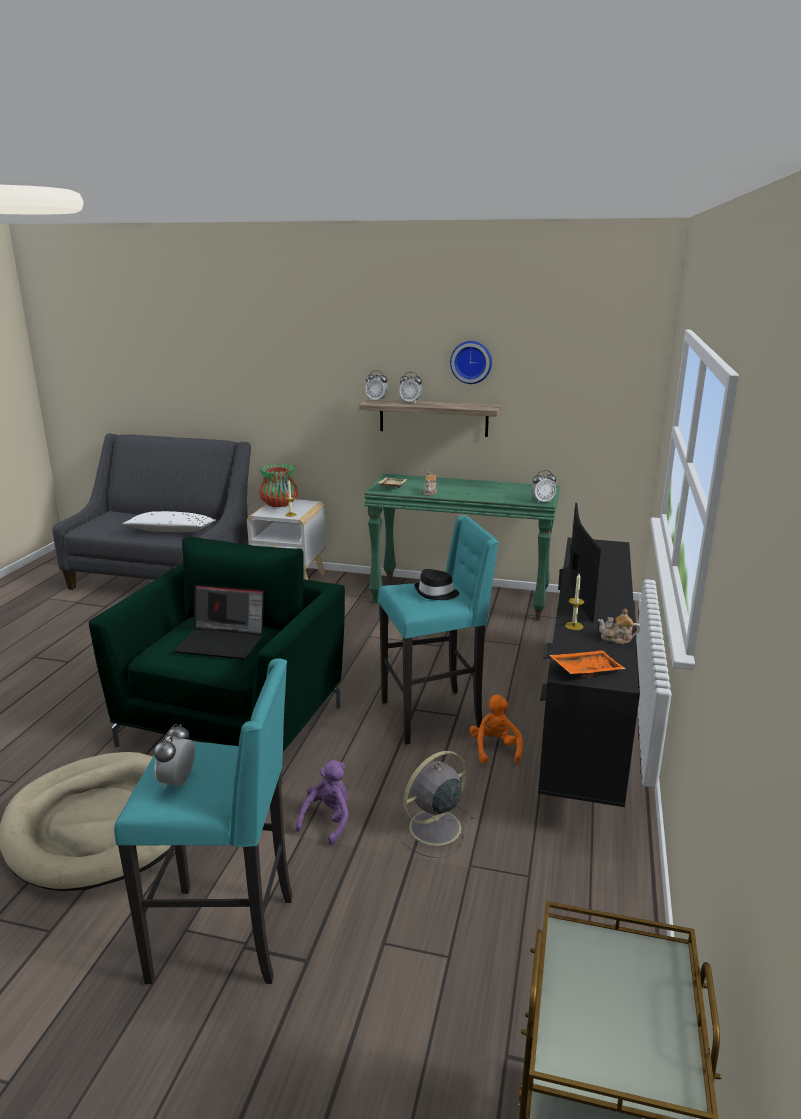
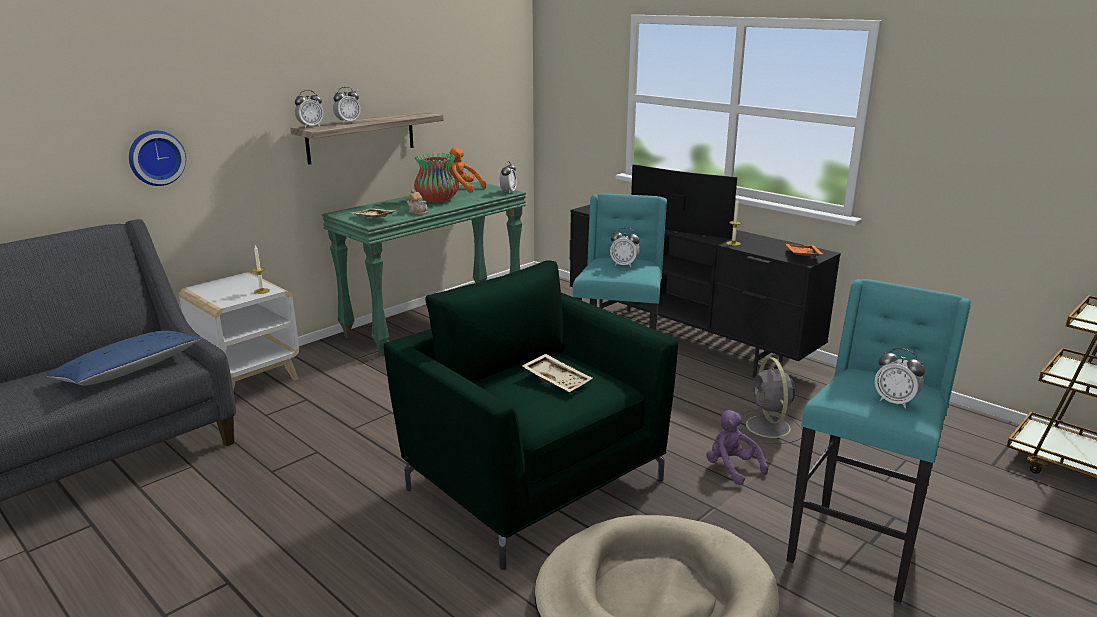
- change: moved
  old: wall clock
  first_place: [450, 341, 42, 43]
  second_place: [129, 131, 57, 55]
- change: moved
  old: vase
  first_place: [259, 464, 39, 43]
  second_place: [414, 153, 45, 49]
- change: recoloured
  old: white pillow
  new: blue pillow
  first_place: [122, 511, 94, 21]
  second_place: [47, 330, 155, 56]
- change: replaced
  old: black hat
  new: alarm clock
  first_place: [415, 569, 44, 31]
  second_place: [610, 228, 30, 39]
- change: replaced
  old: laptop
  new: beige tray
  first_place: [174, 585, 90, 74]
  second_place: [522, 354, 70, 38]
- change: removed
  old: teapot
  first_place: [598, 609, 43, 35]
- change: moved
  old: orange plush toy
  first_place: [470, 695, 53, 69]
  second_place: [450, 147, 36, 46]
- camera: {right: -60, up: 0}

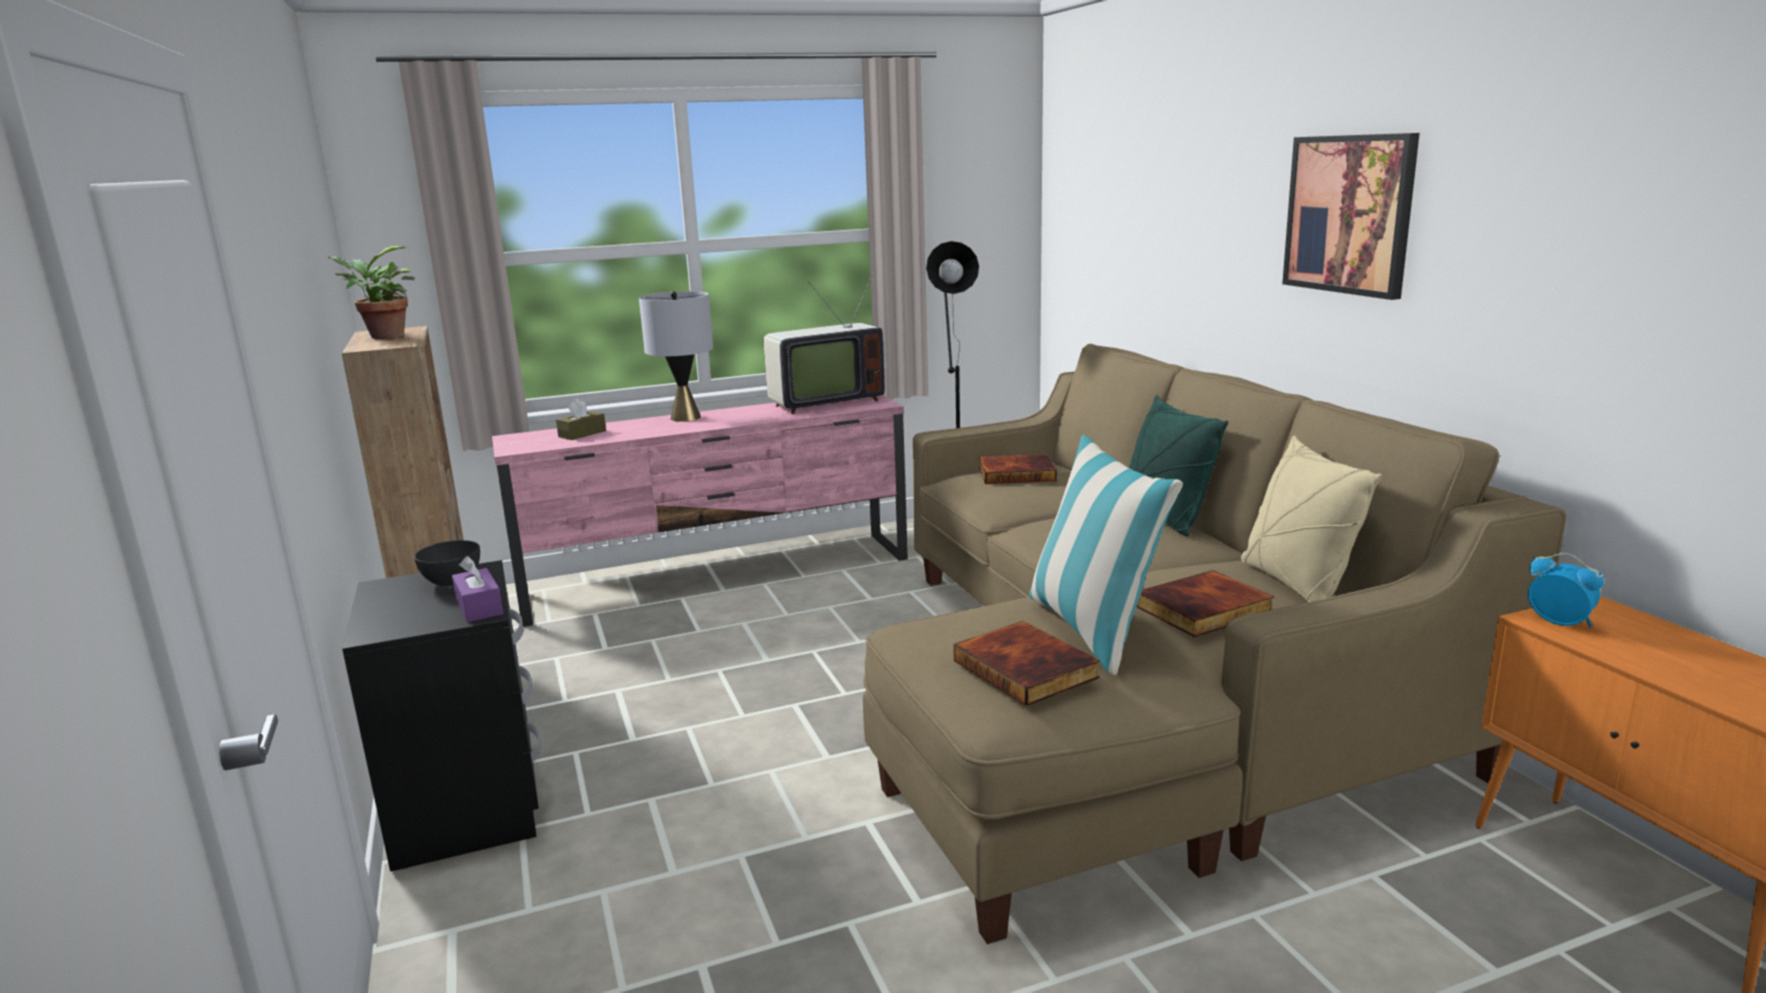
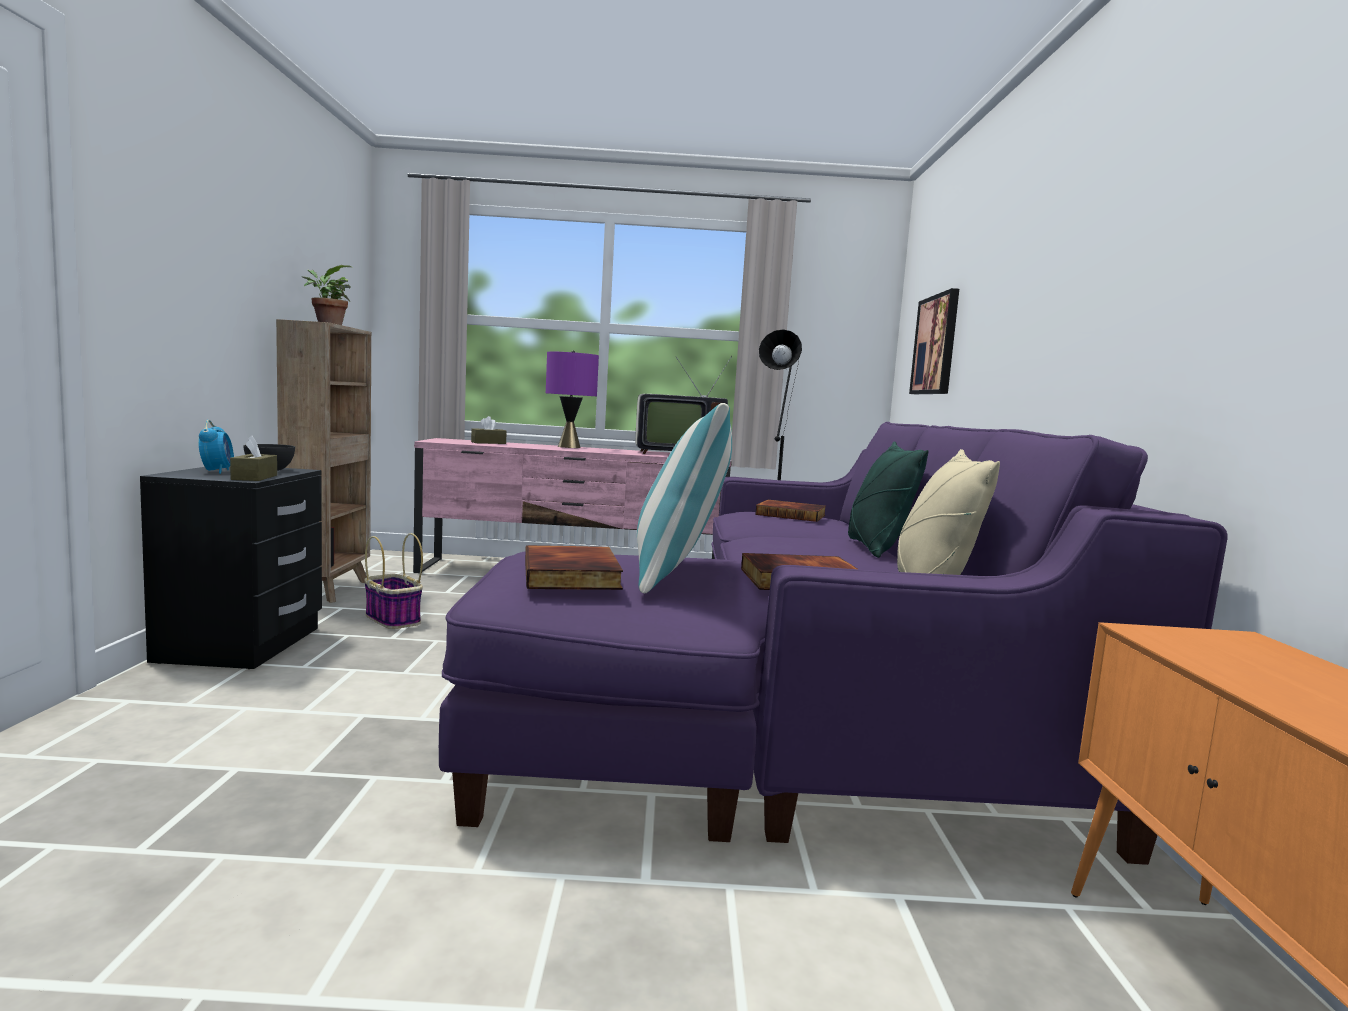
- change: moved
  old: picture
  first_place: [1282, 133, 138, 167]
  second_place: [909, 288, 50, 106]
- change: recoloured
  old: grey table lamp
  new: purple table lamp
  first_place: [639, 291, 74, 131]
  second_place: [546, 350, 53, 98]
- change: recoloured
  old: beige sofa
  new: purple sofa
  first_place: [863, 344, 704, 600]
  second_place: [439, 422, 789, 443]
- change: moved
  old: alarm clock
  first_place: [1528, 553, 76, 75]
  second_place: [198, 420, 36, 54]
- change: recoloured
  old: purple tissue box
  new: brown tissue box
  first_place: [452, 556, 51, 66]
  second_place: [230, 436, 47, 45]
- change: added
  new: basket
  second_place: [364, 533, 59, 96]
- camera: {right: 20, up: -10}

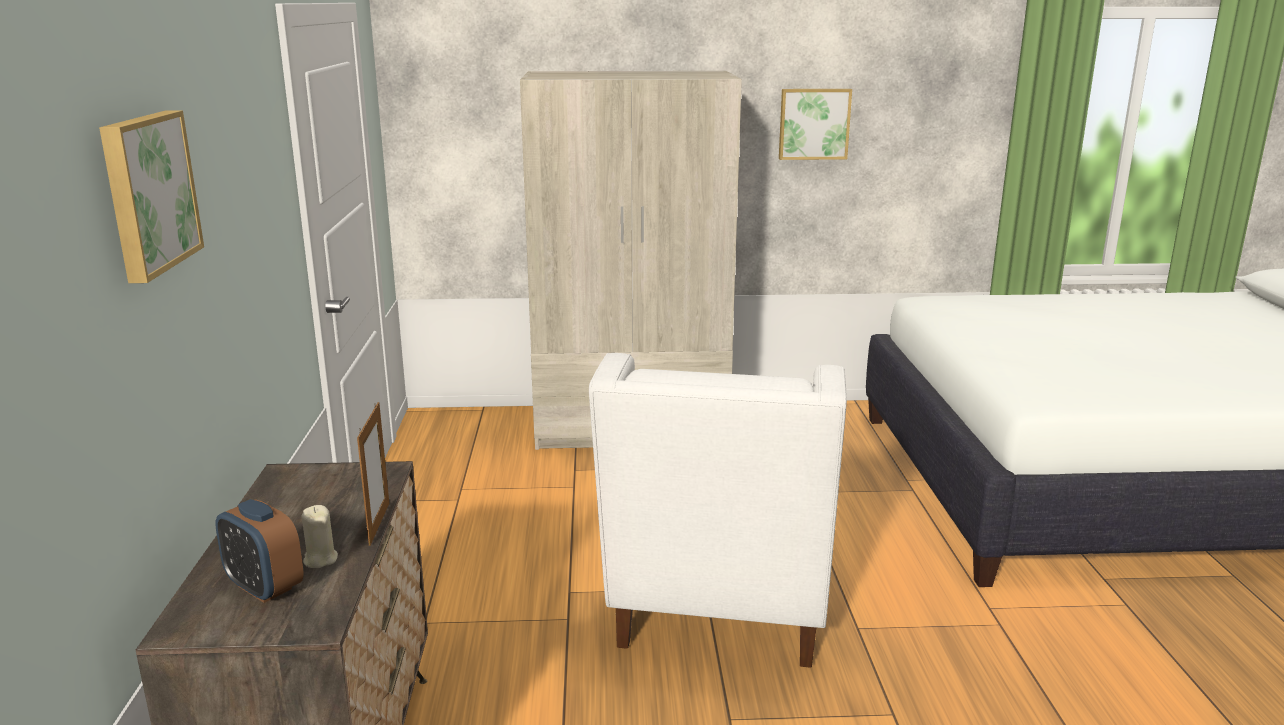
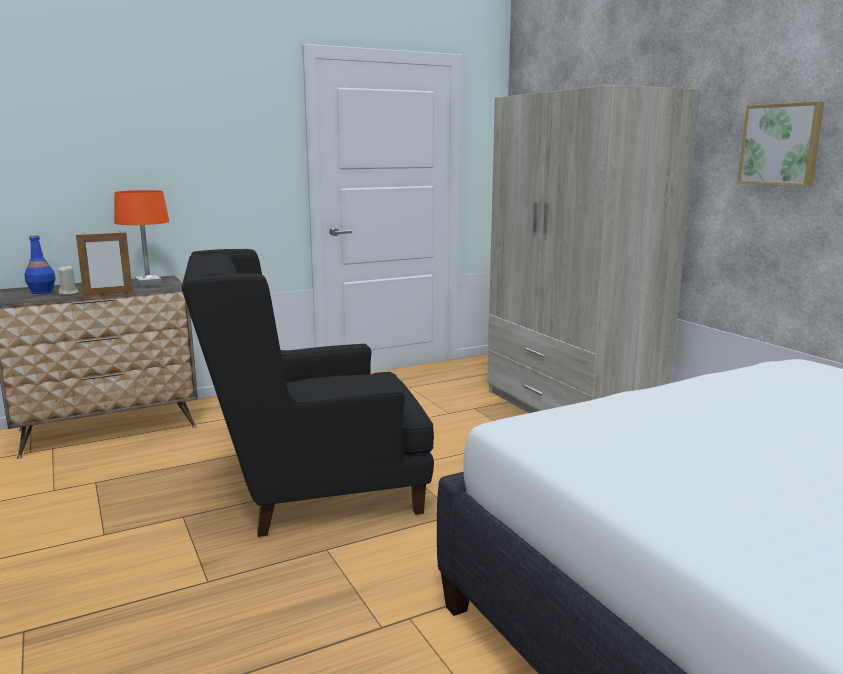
- change: removed
  old: picture
  first_place: [99, 110, 105, 173]
- change: recoloured
  old: white armchair
  new: black armchair
  first_place: [589, 353, 258, 315]
  second_place: [182, 249, 252, 288]
- change: replaced
  old: alarm clock
  new: blue bottle
  first_place: [215, 499, 89, 104]
  second_place: [24, 234, 32, 60]
- change: added
  new: orange table lamp
  second_place: [114, 190, 55, 98]
- camera: {right: 65, up: -5}

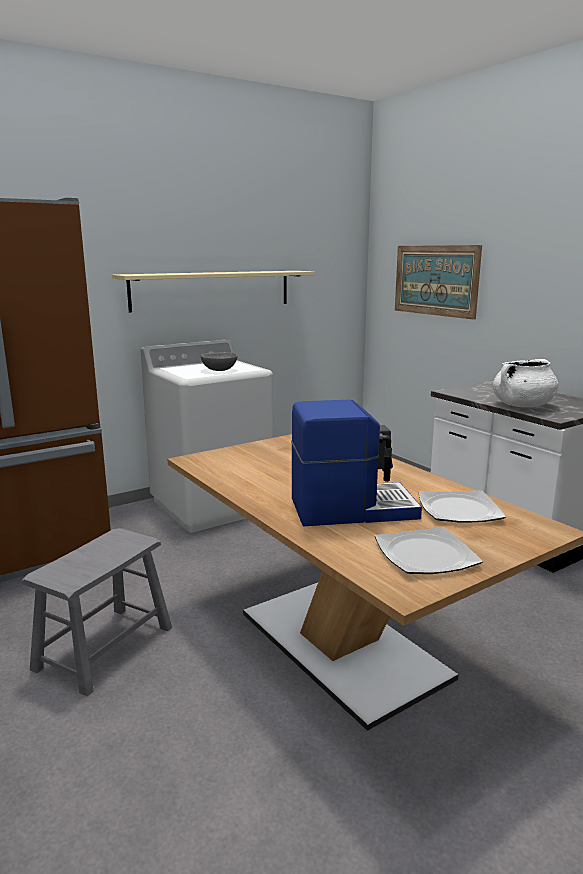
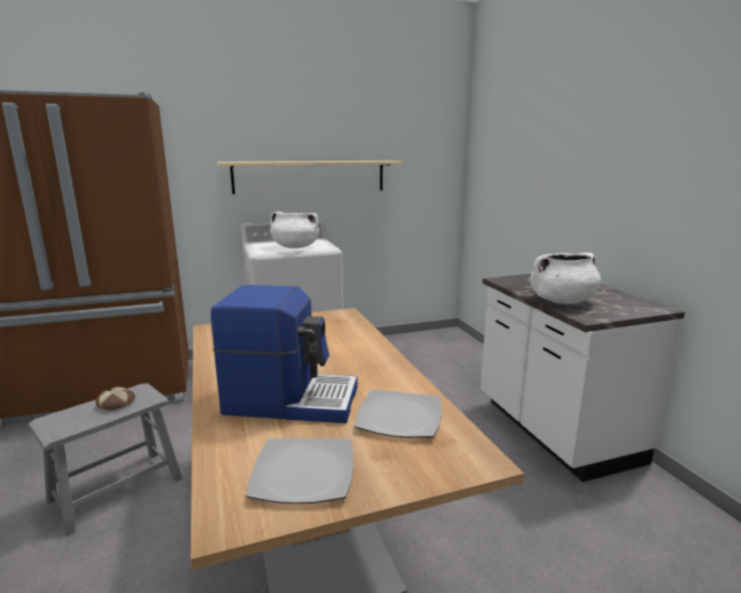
- change: removed
  old: picture
  first_place: [395, 245, 87, 75]
- change: replaced
  old: grey bowl
  new: white cooking pot
  first_place: [201, 352, 37, 19]
  second_place: [270, 211, 49, 37]
- change: added
  new: bread
  second_place: [96, 387, 39, 24]
- camera: {right: 15, up: 0}

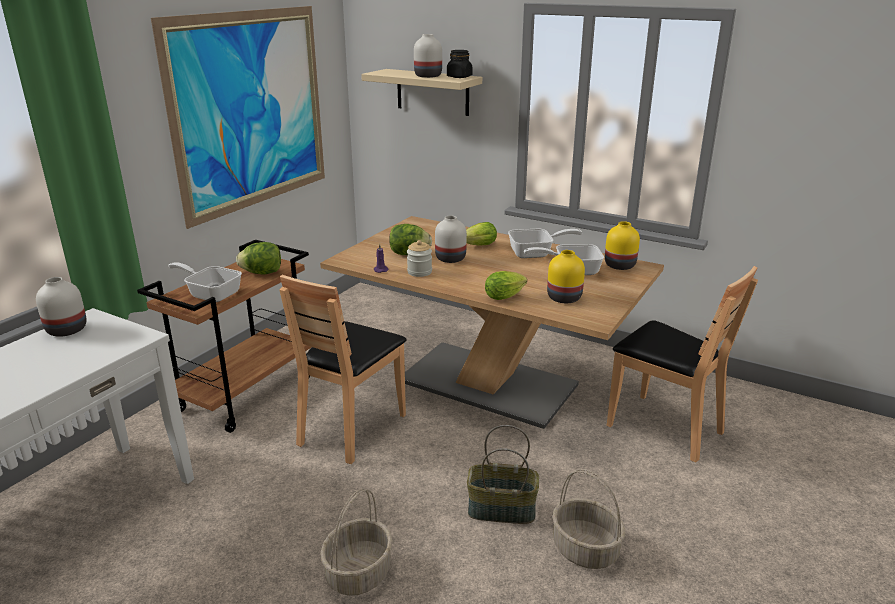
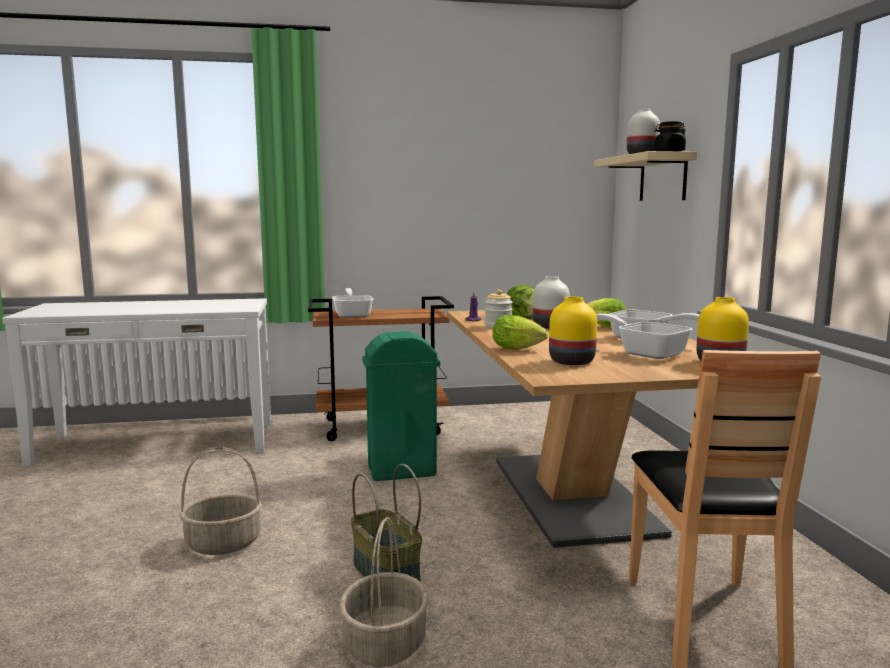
- change: removed
  old: picture
  first_place: [151, 6, 174, 223]
- change: removed
  old: lettuce
  first_place: [236, 242, 45, 33]
- change: replaced
  old: brown chair
  new: green trash can
  first_place: [279, 275, 128, 189]
  second_place: [362, 331, 78, 150]
- change: removed
  old: white vase
  first_place: [36, 277, 51, 60]
- camera: {right: 50, up: -15}

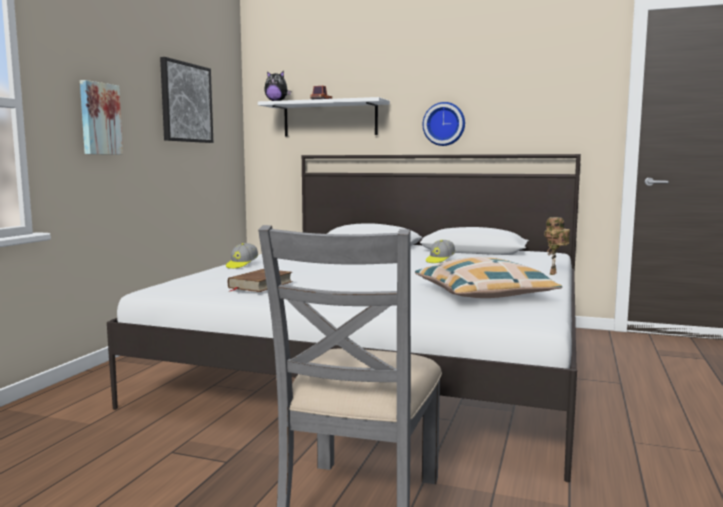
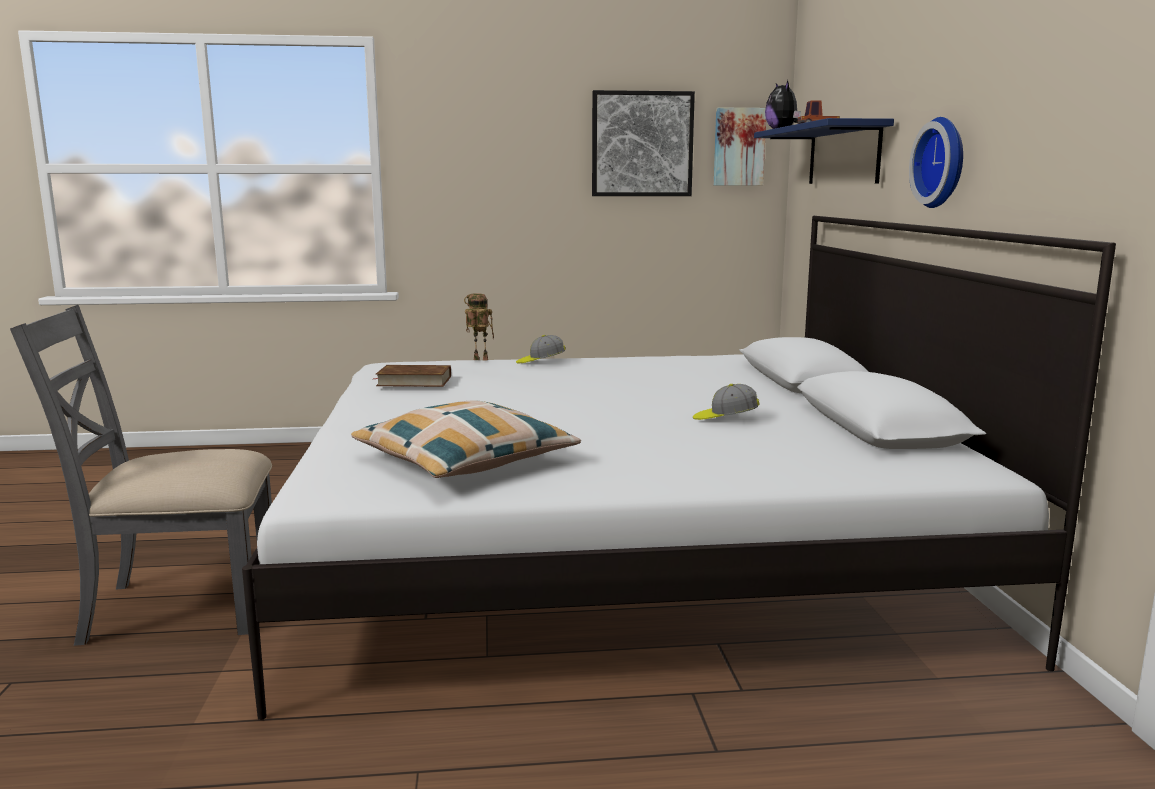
- change: moved
  old: picture
  first_place: [80, 80, 43, 75]
  second_place: [714, 107, 52, 79]
- change: recoloured
  old: white shelf
  new: blue shelf
  first_place: [258, 97, 132, 39]
  second_place: [754, 118, 140, 66]
- change: moved
  old: toy robot
  first_place: [544, 217, 26, 58]
  second_place: [464, 293, 30, 67]
- camera: {right: 65, up: 5}

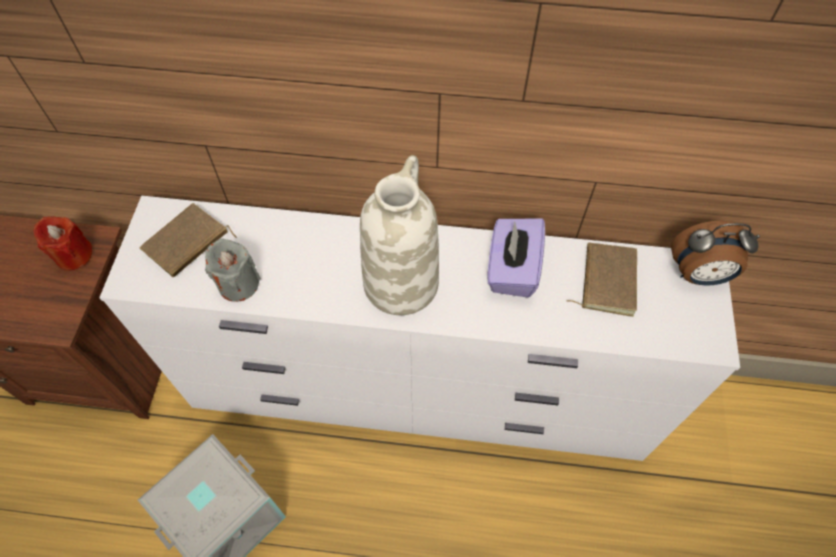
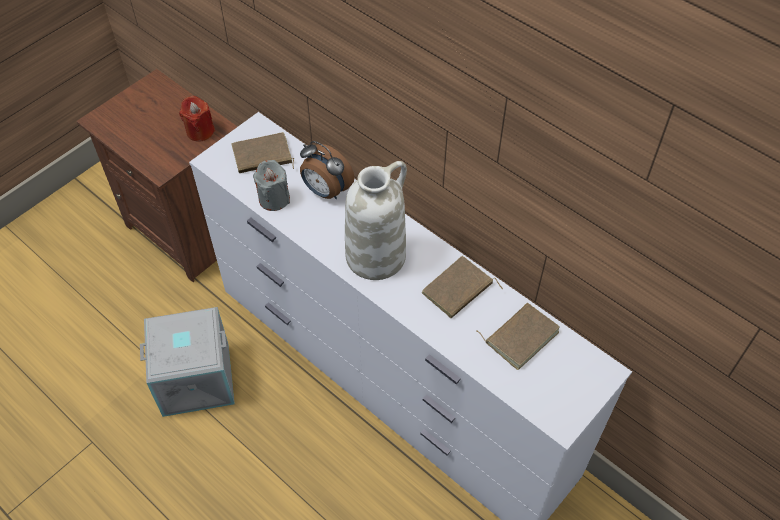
- change: replaced
  old: purple tissue box
  new: brown book
  first_place: [488, 219, 57, 79]
  second_place: [422, 256, 81, 62]
- change: moved
  old: alarm clock
  first_place: [671, 221, 89, 65]
  second_place: [300, 141, 54, 58]
- camera: {right: 35, up: -5}

